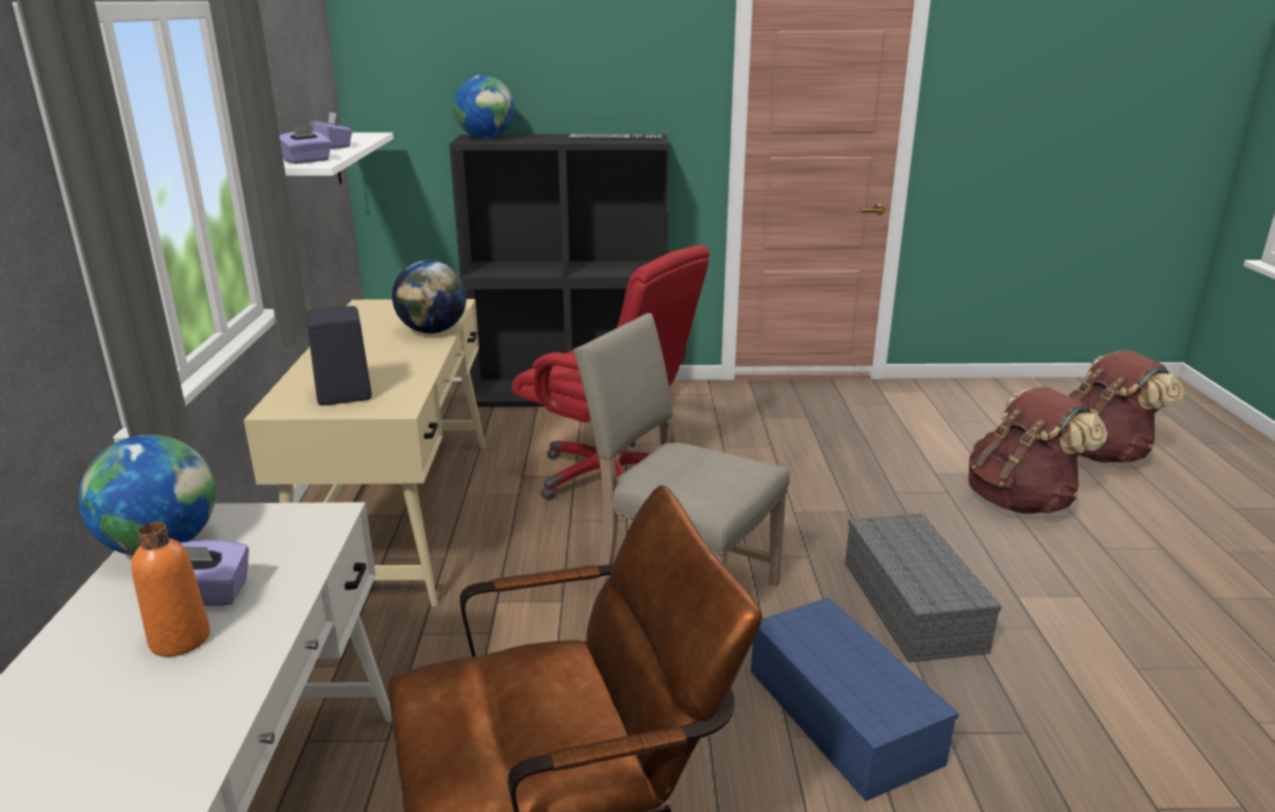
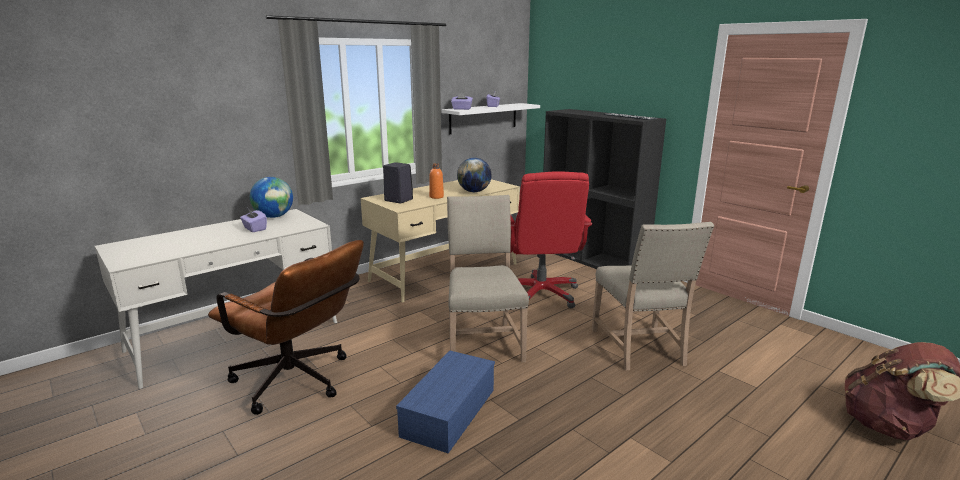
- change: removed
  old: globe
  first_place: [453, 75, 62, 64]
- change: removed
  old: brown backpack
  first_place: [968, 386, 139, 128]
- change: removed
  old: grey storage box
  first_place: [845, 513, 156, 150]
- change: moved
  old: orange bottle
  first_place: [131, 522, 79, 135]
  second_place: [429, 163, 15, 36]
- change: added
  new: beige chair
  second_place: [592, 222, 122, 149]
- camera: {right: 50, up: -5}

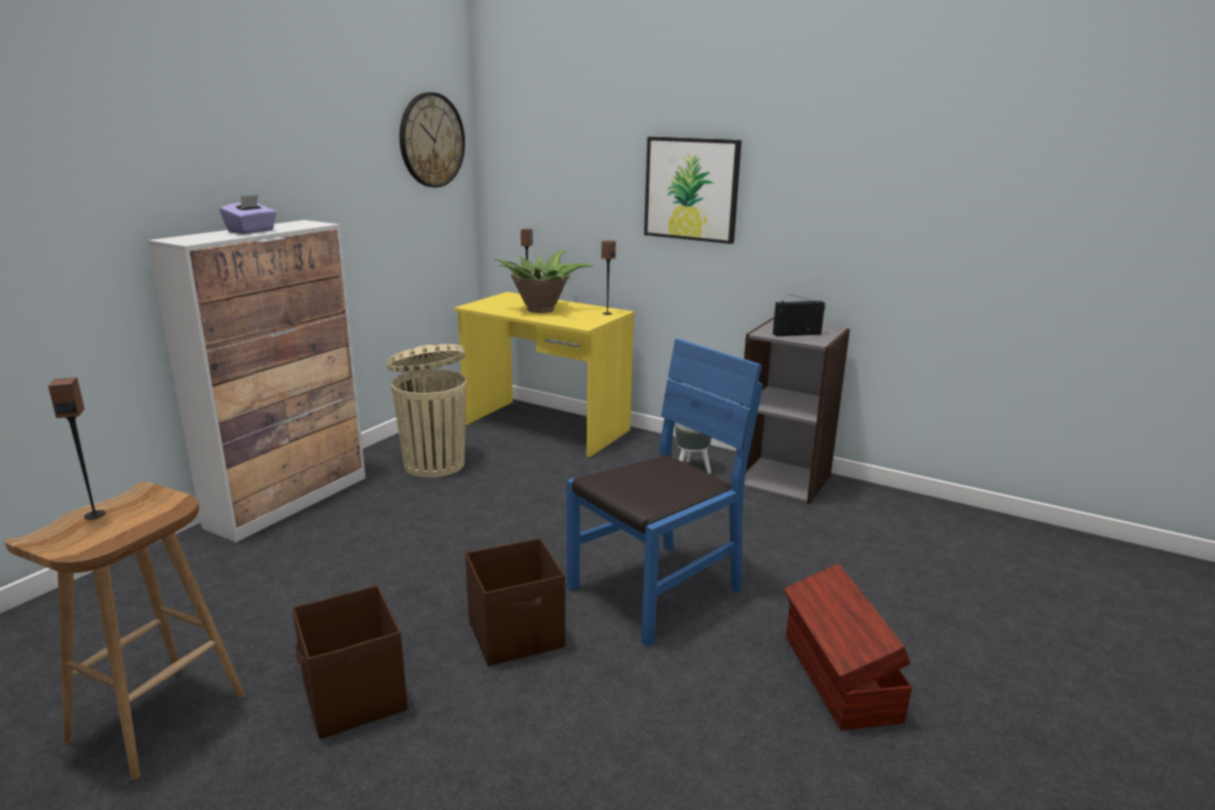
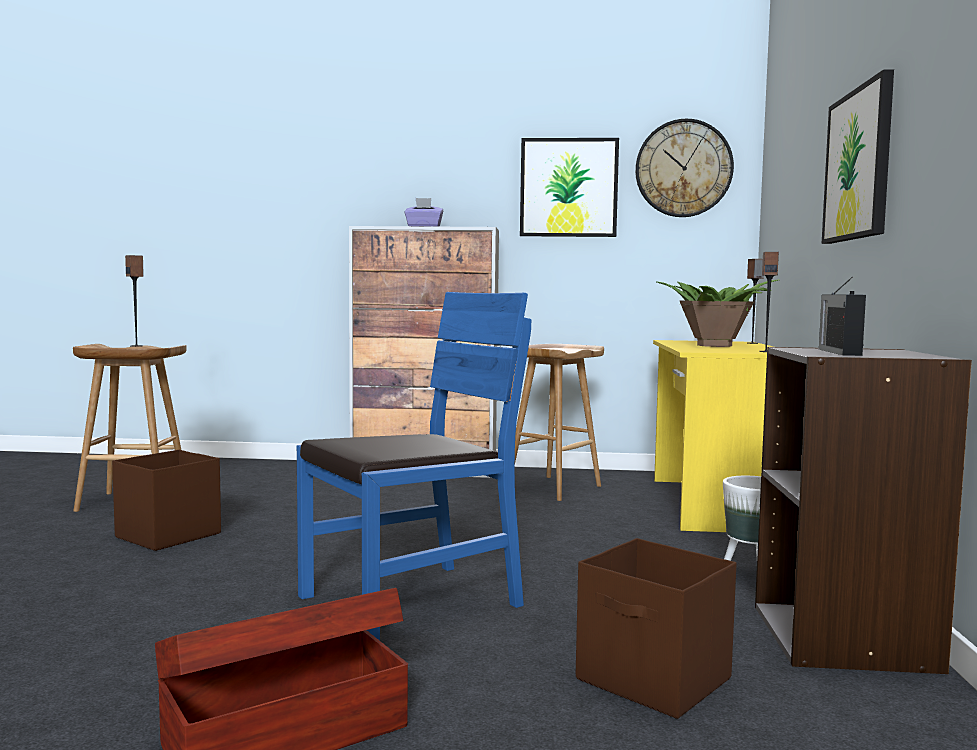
- change: turned
  old: radio
  first_place: [773, 294, 52, 42]
  second_place: [819, 278, 47, 78]
  degrees: -135
- change: turned
  old: blue chair
  first_place: [567, 338, 196, 309]
  second_place: [297, 292, 234, 349]
  degrees: -60
- change: replaced
  old: beige trash can
  new: brown stool
  first_place: [386, 344, 81, 134]
  second_place: [515, 344, 89, 157]
- change: moved
  old: brown storage box
  first_place: [465, 538, 100, 128]
  second_place: [576, 538, 161, 181]
- change: added
  new: picture
  second_place: [520, 138, 99, 99]
- camera: {right: 65, up: -15}

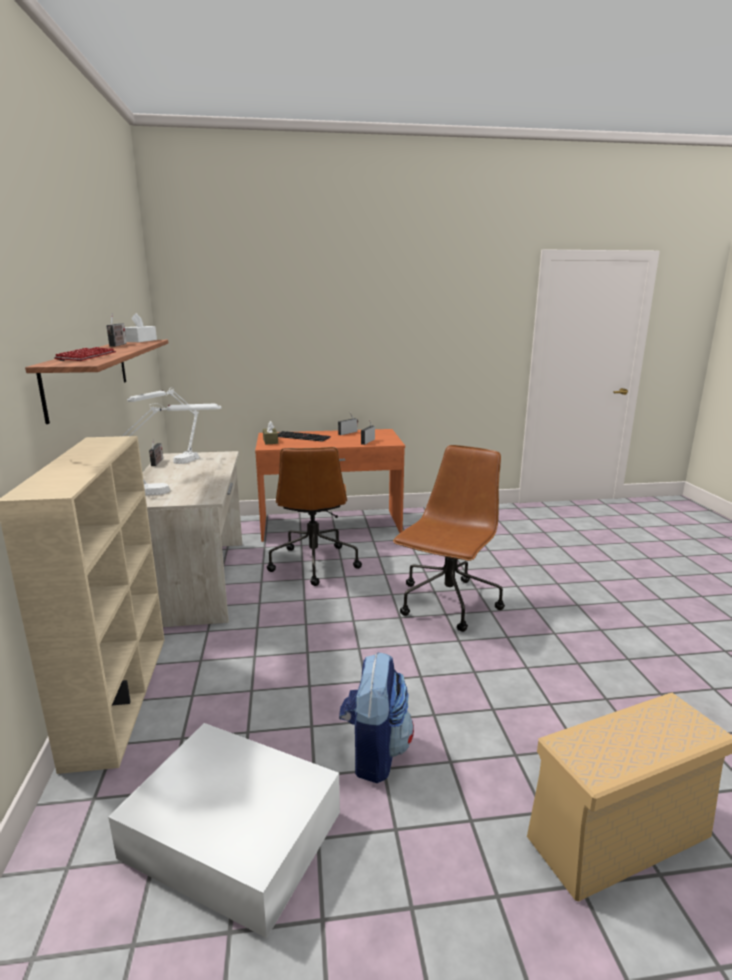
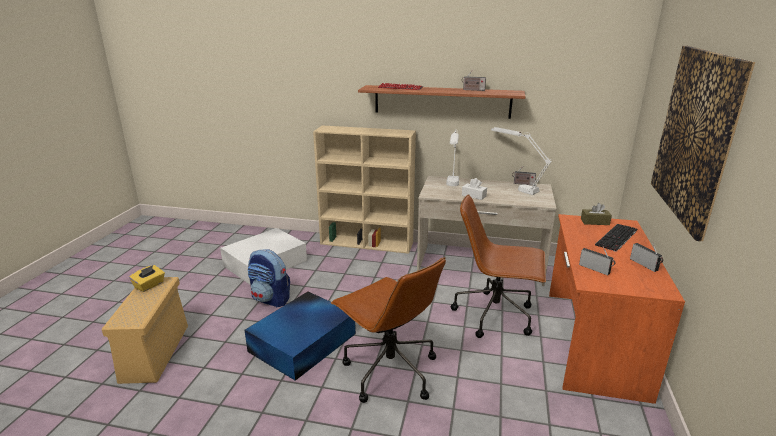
- change: moved
  old: white tissue box
  first_place: [125, 313, 32, 29]
  second_place: [462, 178, 25, 22]
- change: added
  new: picture
  second_place: [651, 46, 104, 196]
- change: added
  new: yellow tissue box
  second_place: [129, 265, 36, 27]
- change: added
  new: blue storage box
  second_place: [245, 292, 111, 89]
- camera: {right: 110, up: 5}

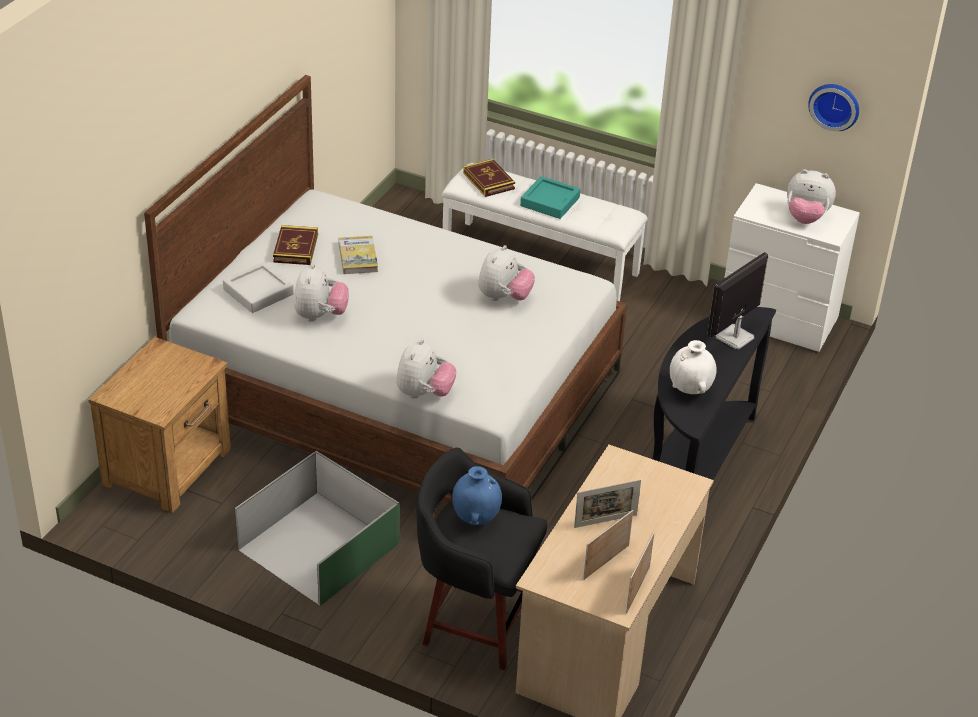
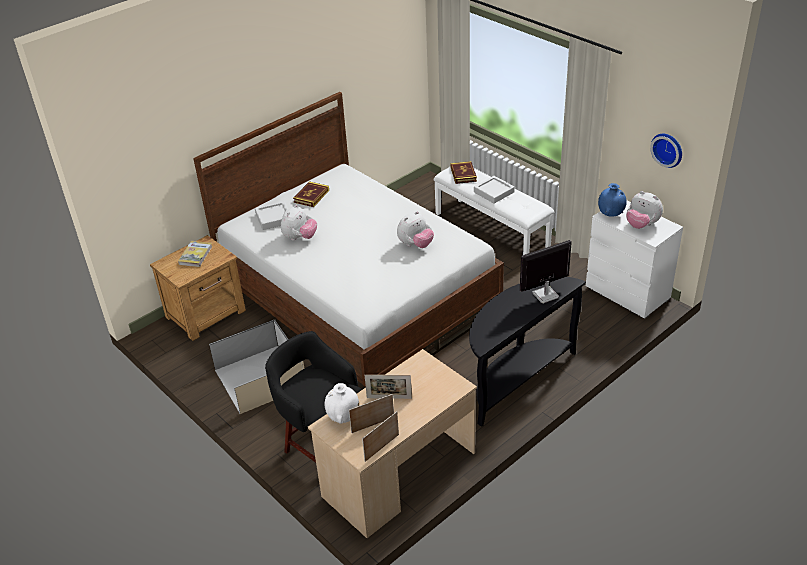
- change: recoloured
  old: turquoise tray
  new: grey tray
  first_place: [520, 176, 60, 43]
  second_place: [474, 176, 41, 28]
- change: moved
  old: book
  first_place: [338, 236, 40, 38]
  second_place: [178, 241, 34, 26]
- change: removed
  old: plush toy
  first_place: [396, 339, 60, 60]
- change: moved
  old: white vase
  first_place: [670, 340, 47, 54]
  second_place: [324, 383, 35, 41]
- change: recoloured
  old: green storage box
  new: beige storage box
  first_place: [235, 450, 165, 156]
  second_place: [209, 320, 95, 94]
- change: moved
  old: blue vase
  first_place: [452, 466, 50, 59]
  second_place: [598, 183, 29, 34]
- camera: {right: 25, up: 0}

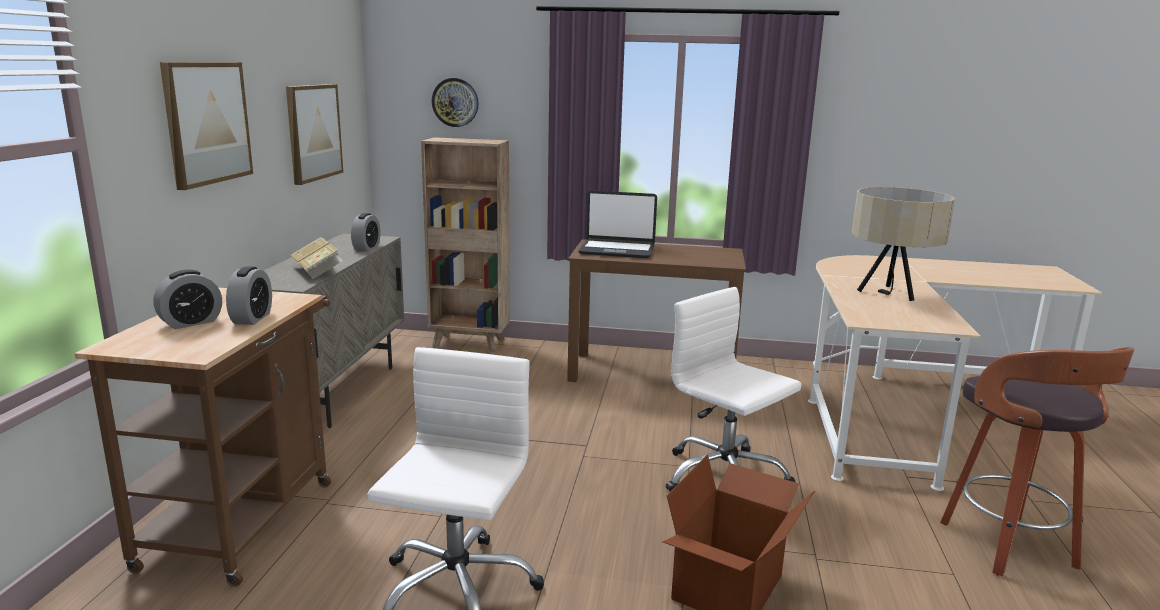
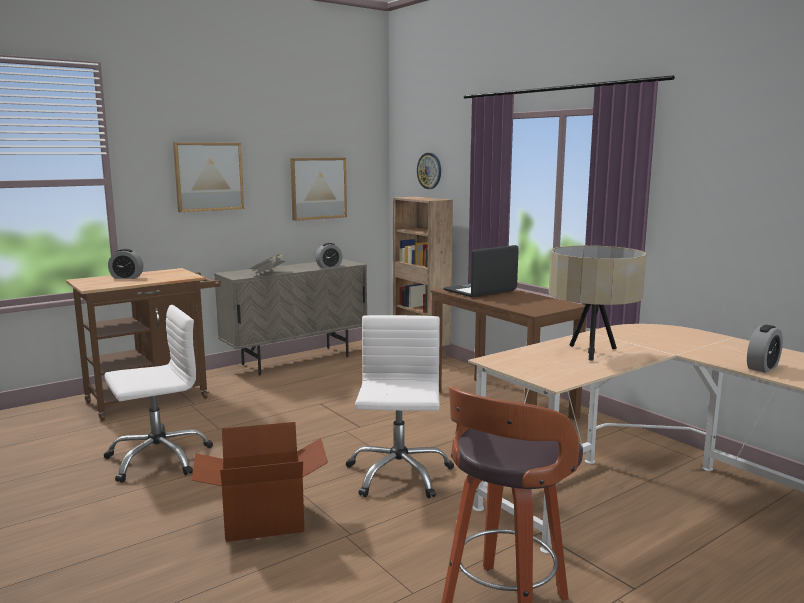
- change: turned
  old: laptop
  first_place: [578, 190, 79, 68]
  second_place: [443, 245, 76, 52]
  degrees: 90
- change: moved
  old: alarm clock
  first_place: [226, 266, 46, 59]
  second_place: [747, 325, 36, 48]
- camera: {right: 45, up: -5}

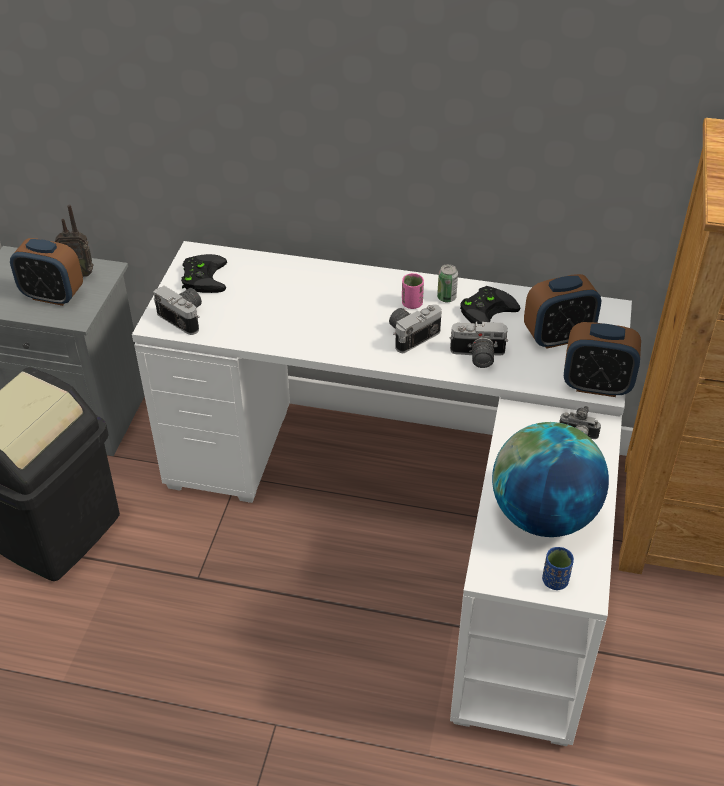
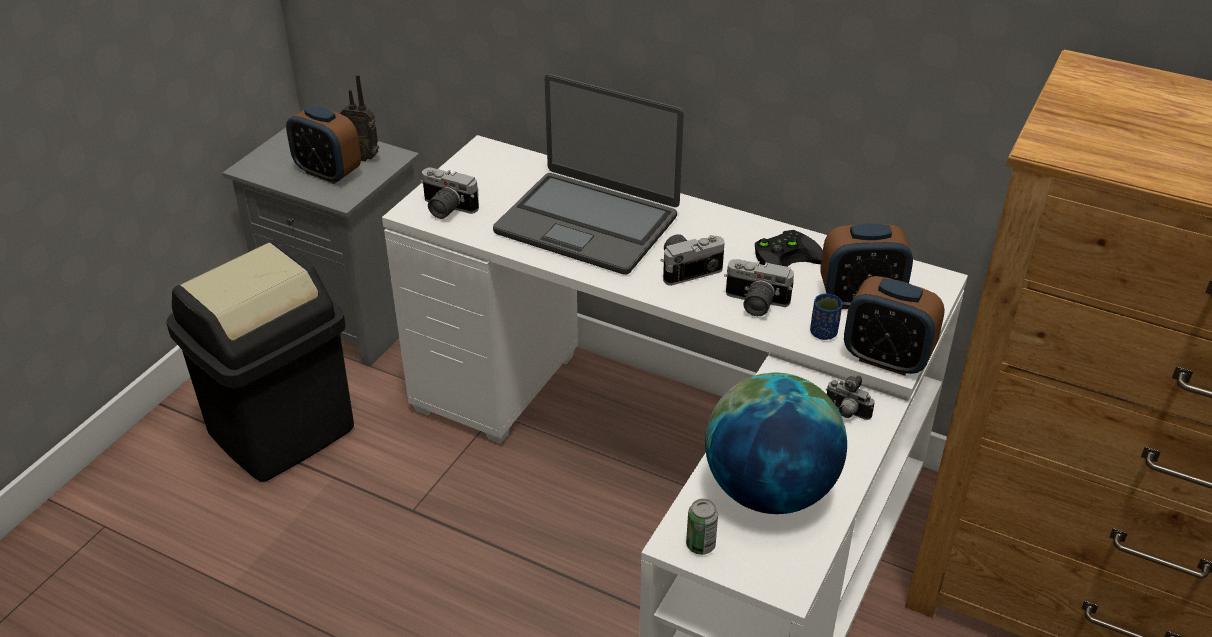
- change: removed
  old: black game controller
  first_place: [181, 254, 46, 39]
- change: moved
  old: can
  first_place: [437, 264, 21, 38]
  second_place: [686, 499, 32, 56]
- change: removed
  old: pink cup
  first_place: [402, 273, 22, 36]
- change: turned
  old: photo camera
  first_place: [154, 286, 48, 49]
  second_place: [420, 167, 59, 52]
  degrees: 150
- change: moved
  old: blue cup
  first_place: [542, 547, 32, 43]
  second_place: [810, 294, 32, 46]
- change: added
  new: laptop
  second_place: [493, 74, 191, 201]
- camera: {right: 15, up: -5}

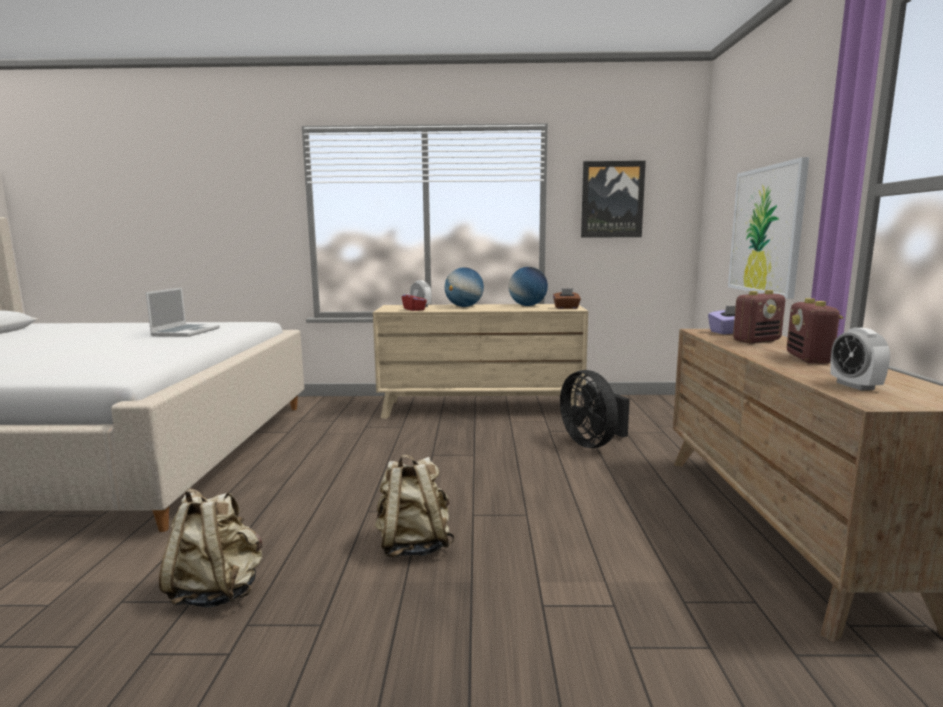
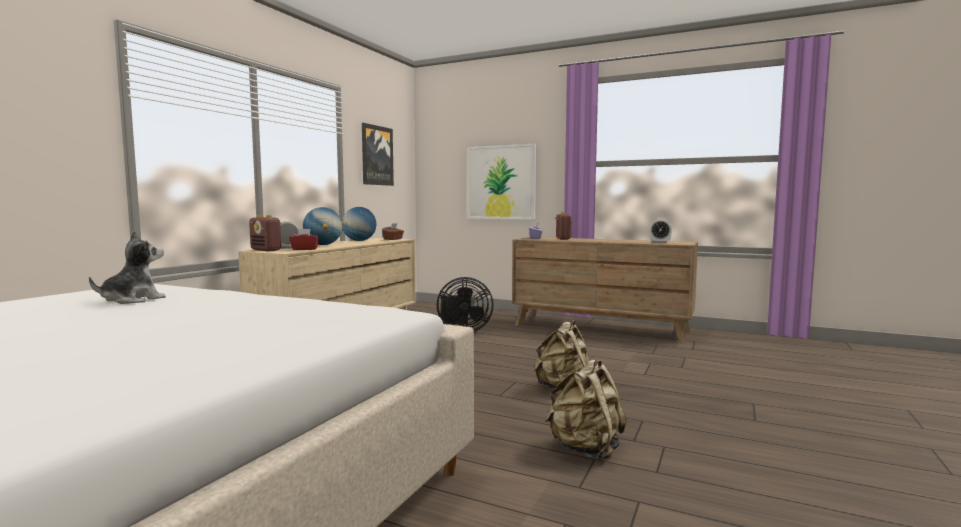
- change: replaced
  old: laptop
  new: plush toy
  first_place: [146, 288, 74, 49]
  second_place: [89, 231, 77, 73]
- change: moved
  old: radio
  first_place: [787, 298, 57, 66]
  second_place: [249, 215, 33, 36]
- camera: {right: -65, up: -5}

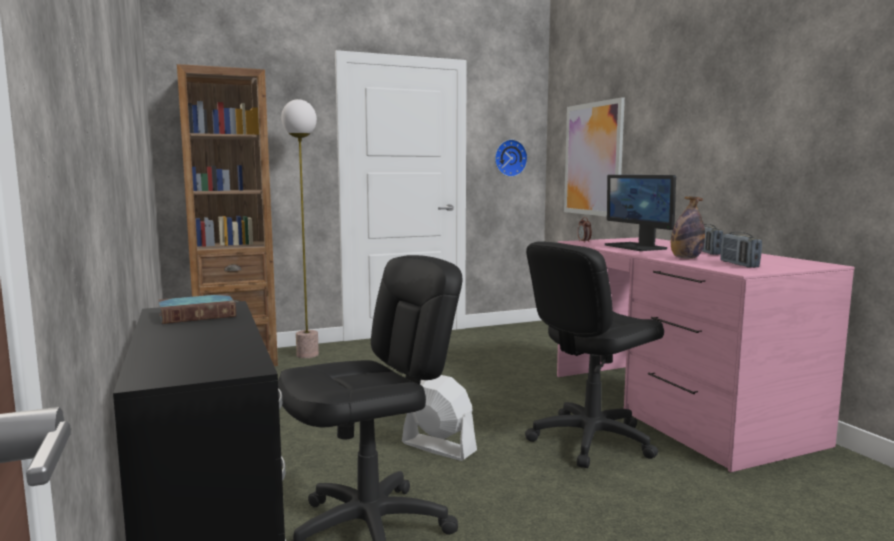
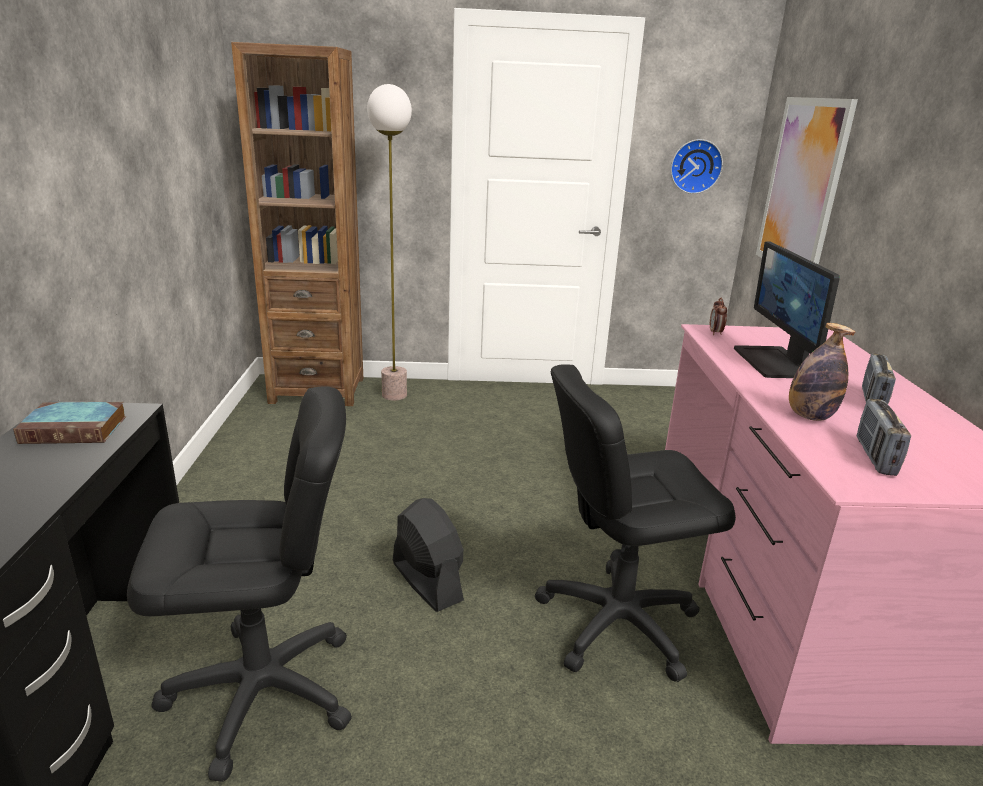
- change: recoloured
  old: white fan
  new: black fan
  first_place: [402, 375, 75, 86]
  second_place: [393, 498, 71, 114]
- camera: {right: 20, up: 15}

